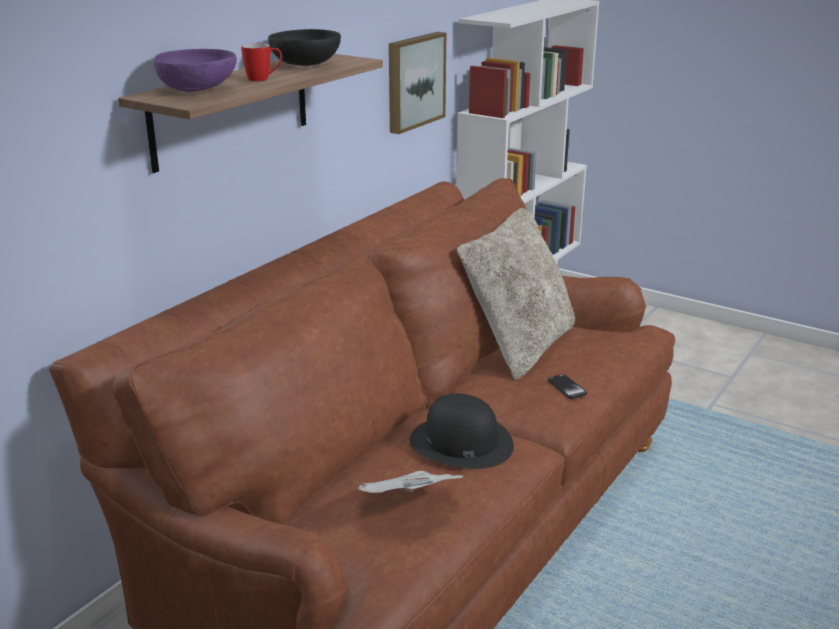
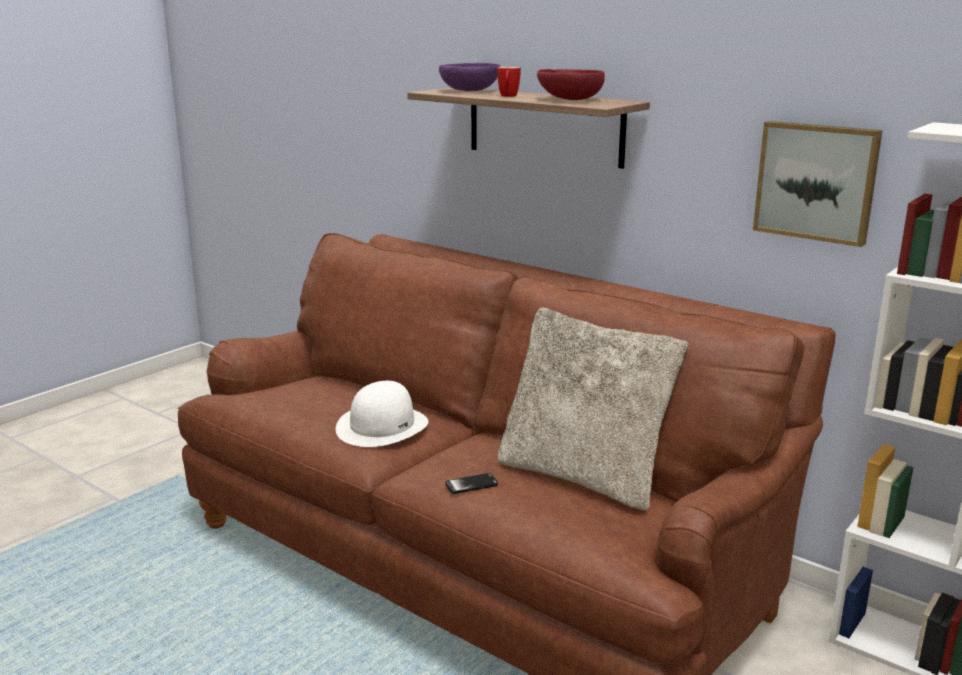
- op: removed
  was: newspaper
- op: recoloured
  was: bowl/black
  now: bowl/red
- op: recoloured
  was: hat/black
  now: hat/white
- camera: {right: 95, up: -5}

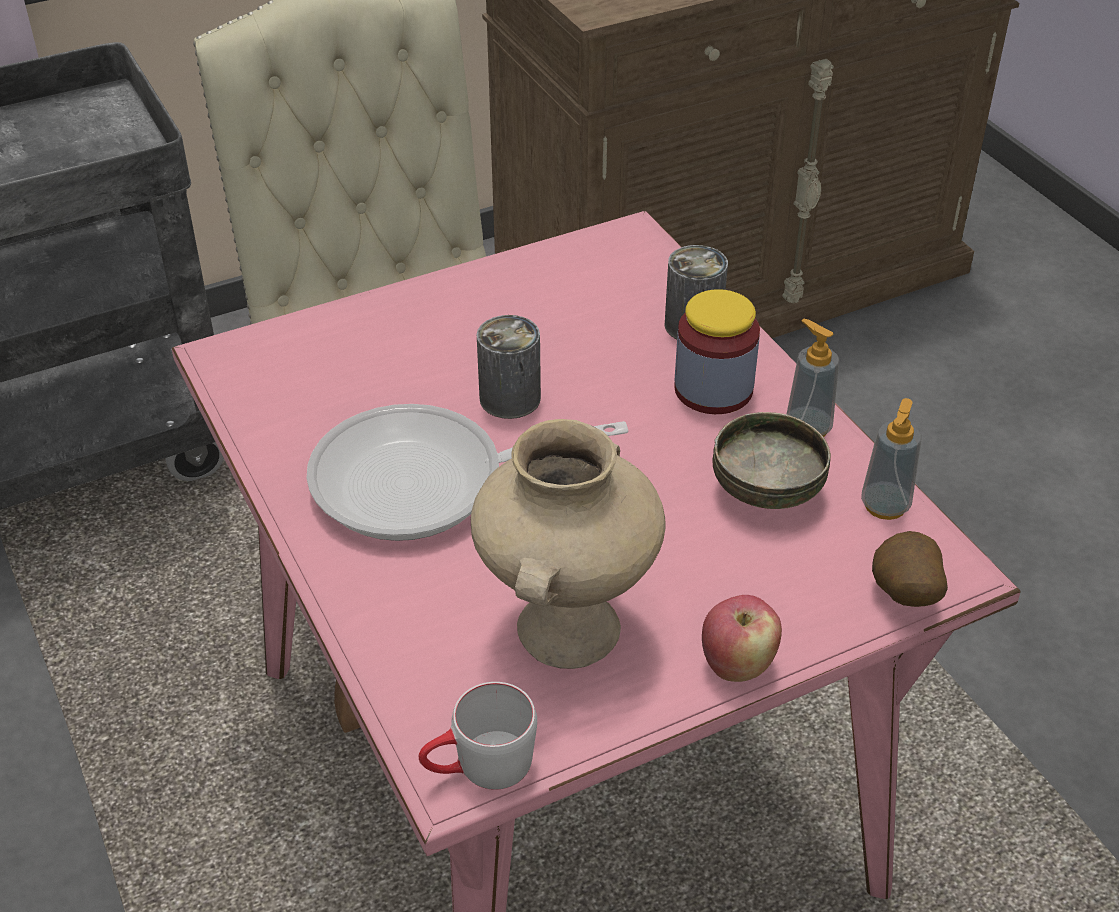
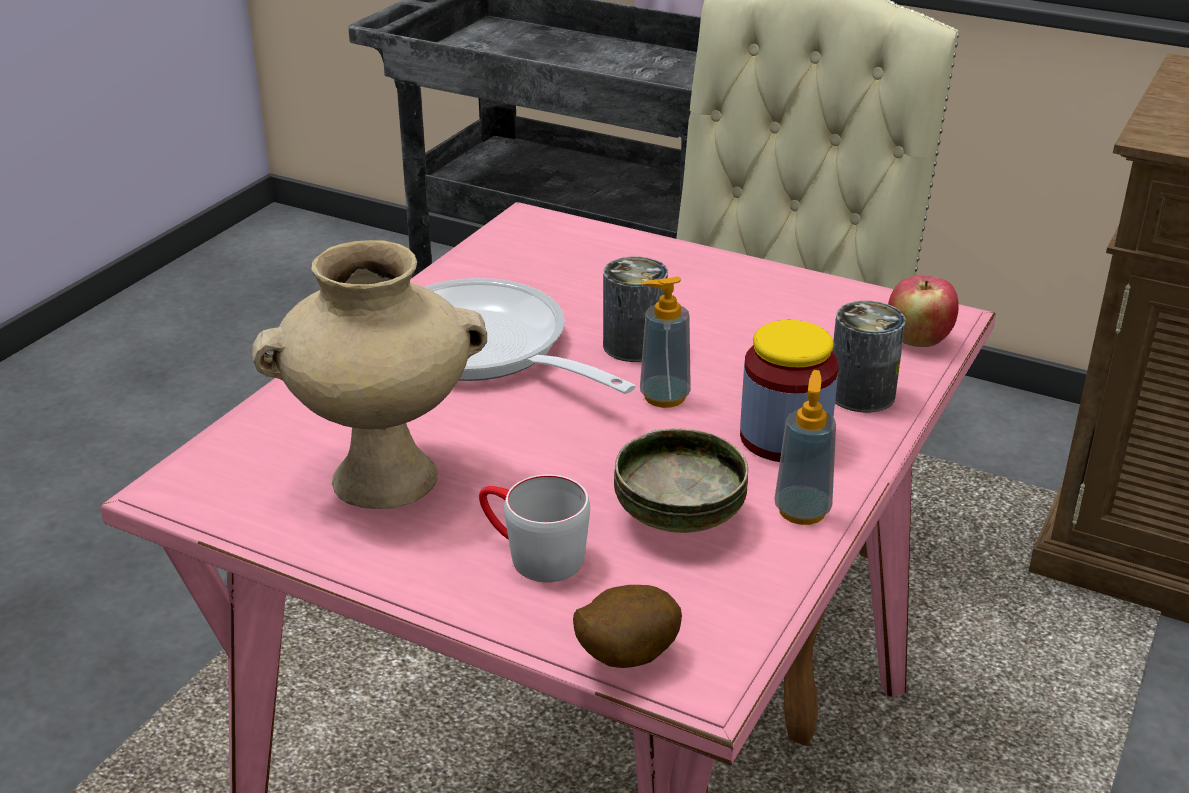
- op: moved
  was: mug/grey
- op: moved
  was: apple
- op: moved
  was: soap dispenser (2nd from left in the first image)
  now: soap dispenser (1st from left)
- camera: {right: 55, up: -10}

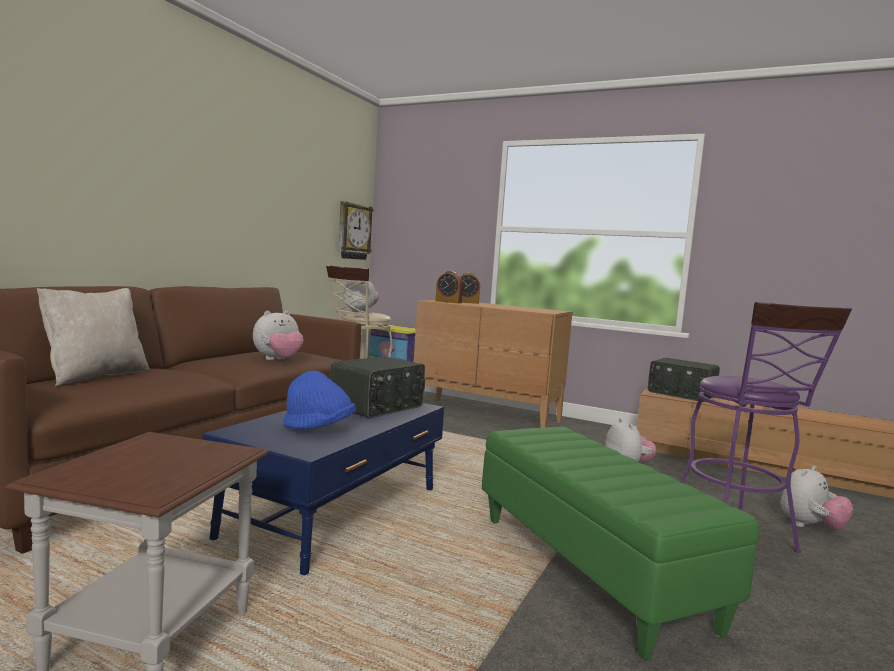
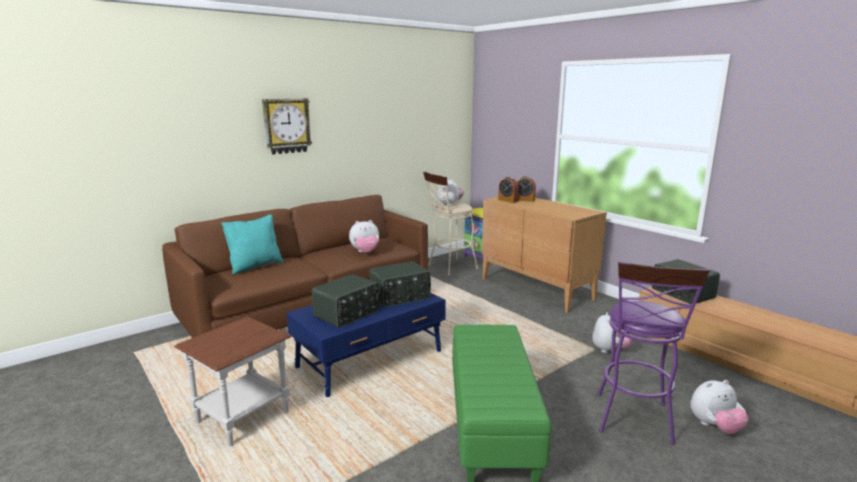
- op: moved
  was: wall clock
- op: replaced
  was: hat/blue
  now: radio (1st from left)
- op: recoloured
  was: pillow/beige
  now: pillow/turquoise
- camera: {right: 25, up: 10}

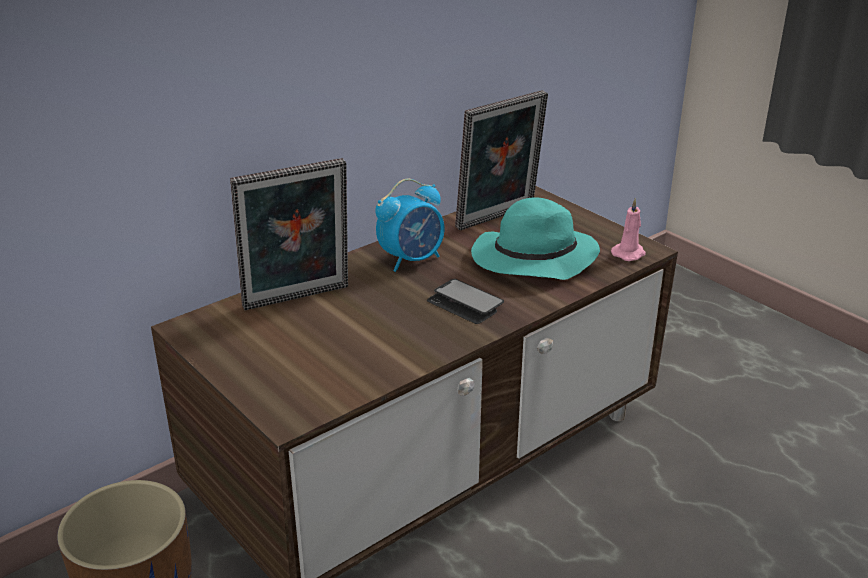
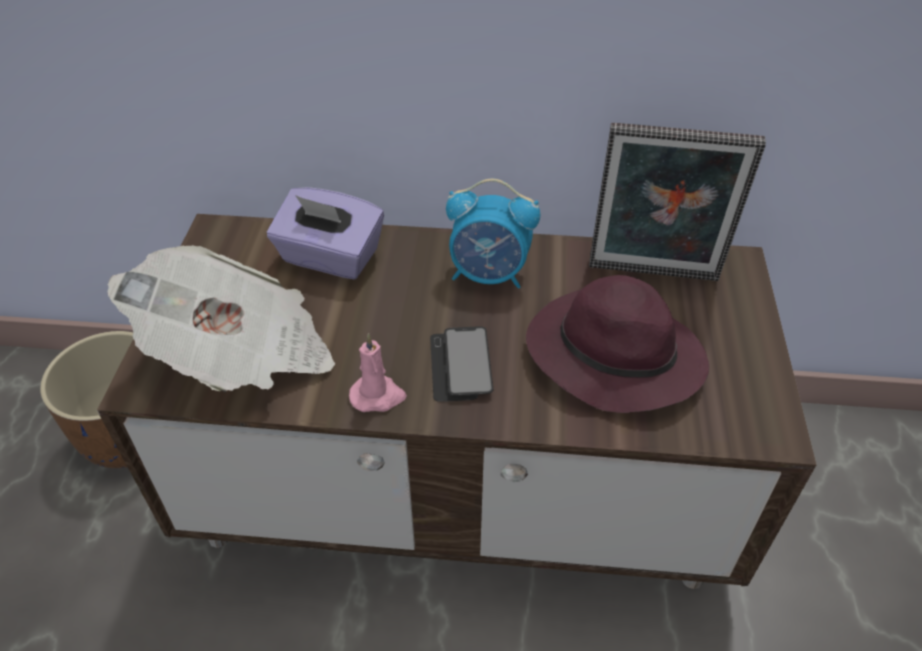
- op: added
  now: newspaper
- op: moved
  was: candle/pink
- op: replaced
  was: picture frame (1st from left)
  now: tissue box/purple
- op: recoloured
  was: hat/turquoise
  now: hat/purple
- camera: {right: 45, up: 15}

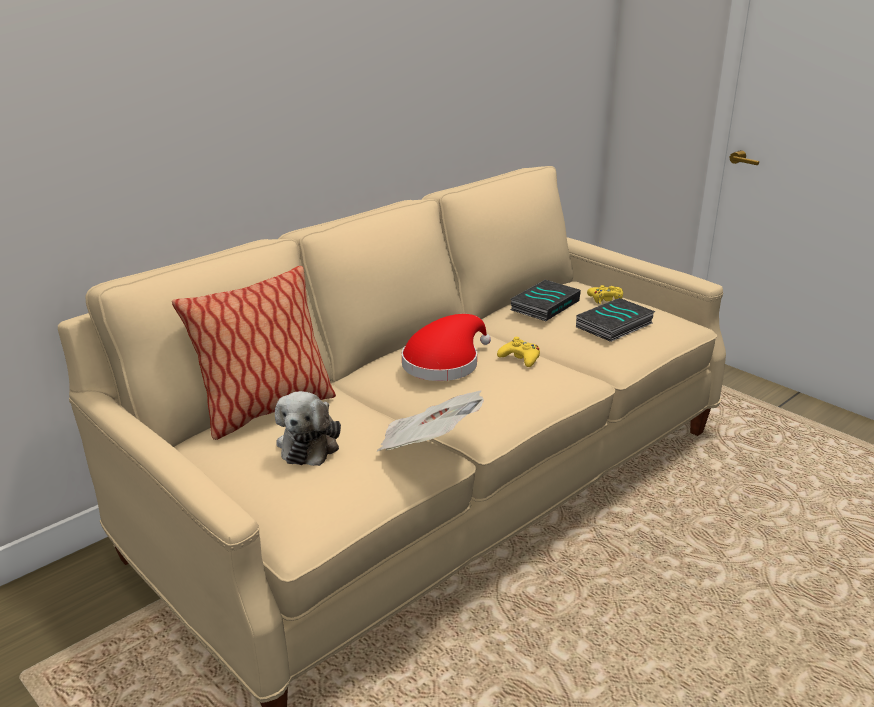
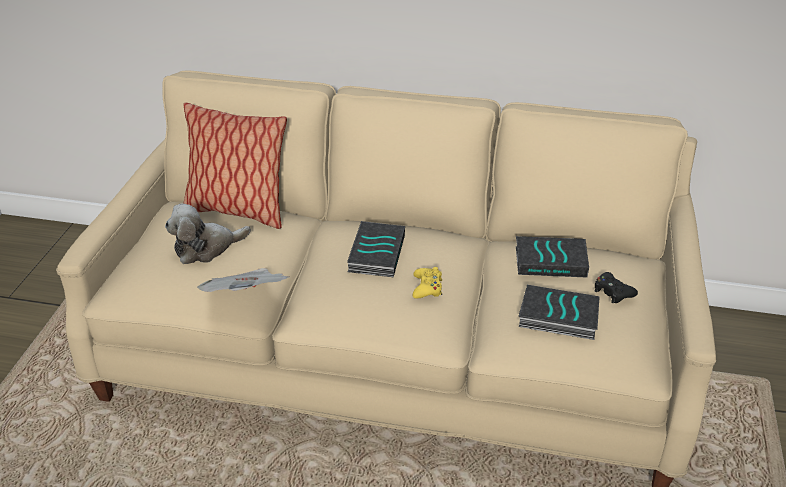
- op: replaced
  was: hat/red
  now: book (1st from left)
- op: recoloured
  was: game controller/yellow (2nd from left)
  now: game controller/black
- camera: {right: 55, up: 10}

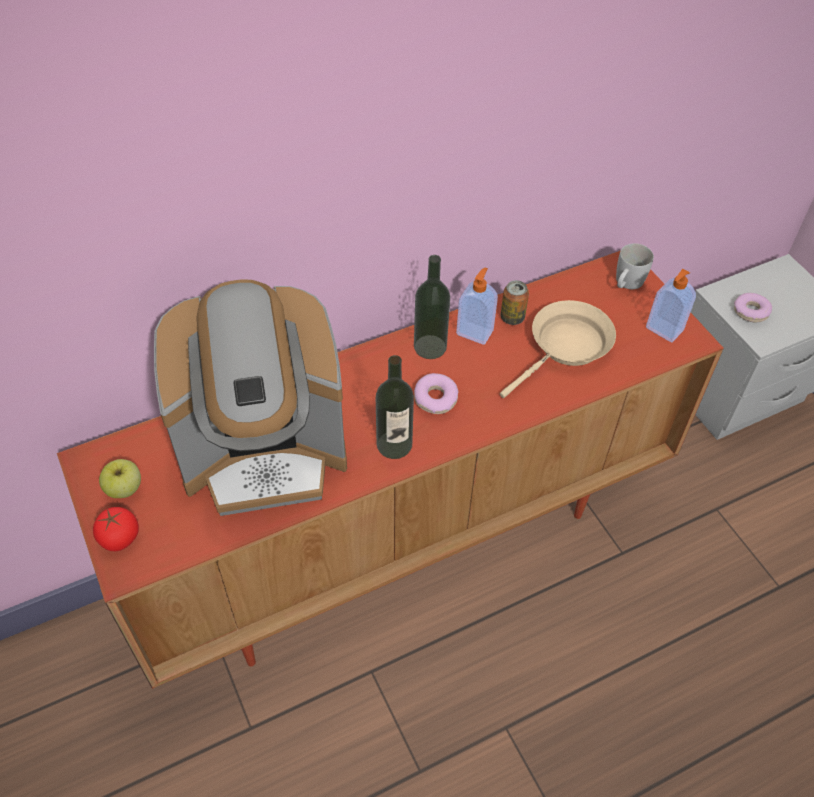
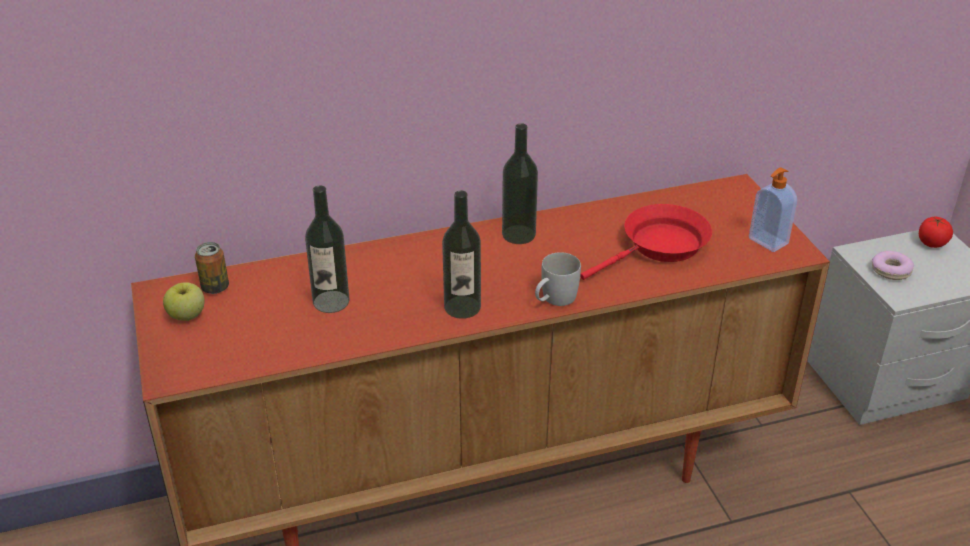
- op: removed
  was: donut (1st from left)
- op: removed
  was: soap dispenser (1st from left)
- op: moved
  was: tomato
- op: moved
  was: can
- op: moved
  was: mug/white
- op: replaced
  was: coffee machine
  now: bottle (1st from left)
- op: recoloured
  was: frying pan/beige
  now: frying pan/red
- camera: {right: 10, up: -15}

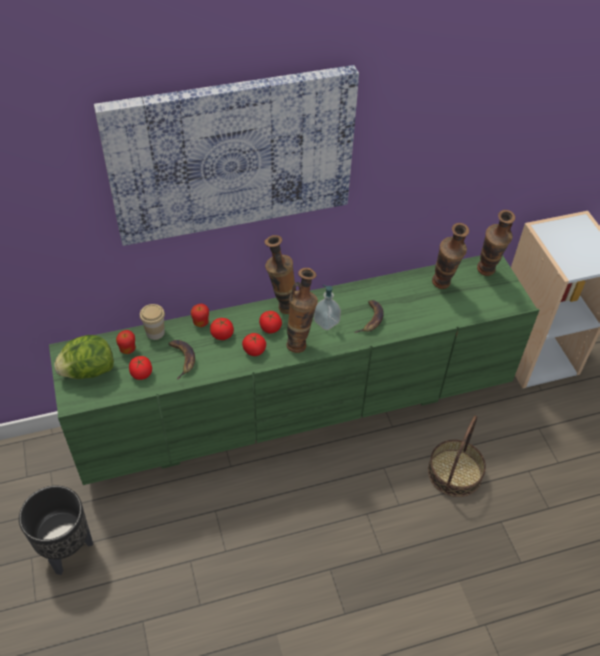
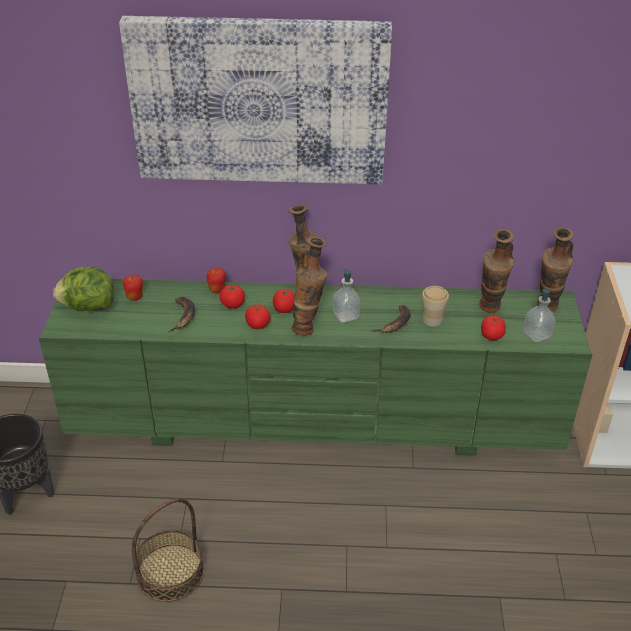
- op: added
  now: soap dispenser (2nd from left)
- op: moved
  was: tomato (1st from left in the first image)
  now: tomato (4th from left)
- op: moved
  was: cup
- op: moved
  was: basket
- camera: {right: 20, up: -10}

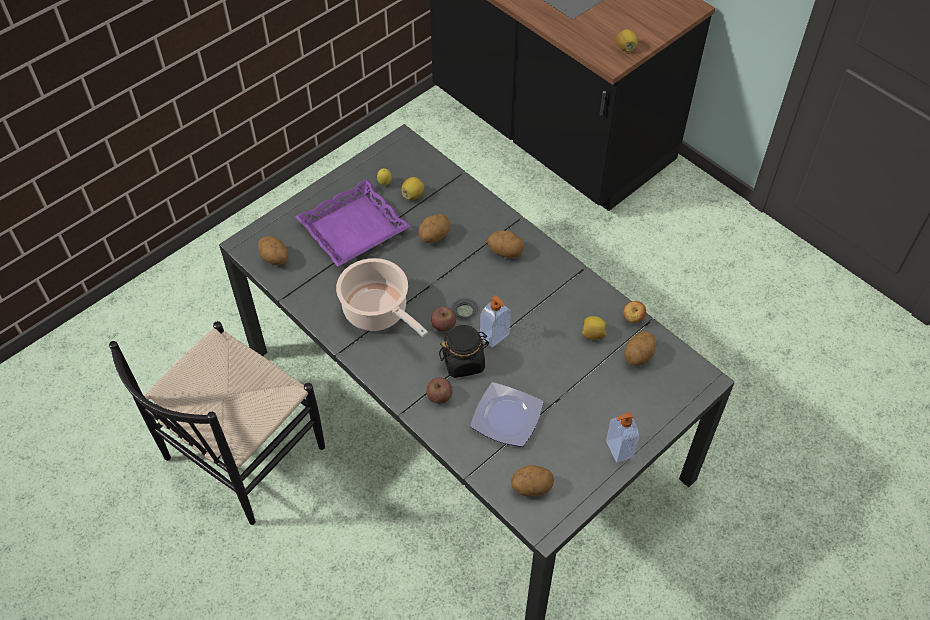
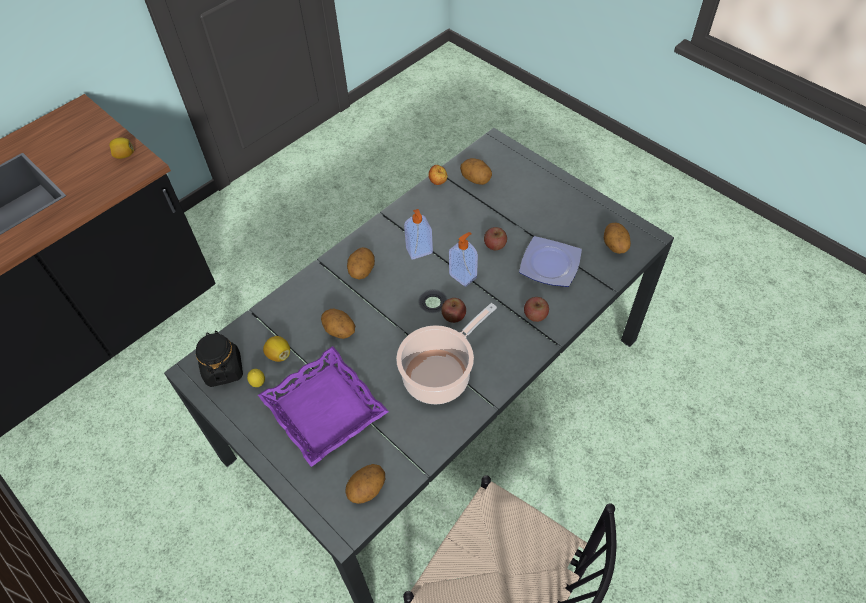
- op: removed
  was: lemon (3rd from left)
- op: added
  now: apple (3rd from left)
- op: moved
  was: jar/black
- op: moved
  was: soap dispenser (2nd from left in the first image)
  now: soap dispenser (1st from left)
- camera: {right: -90, up: 0}

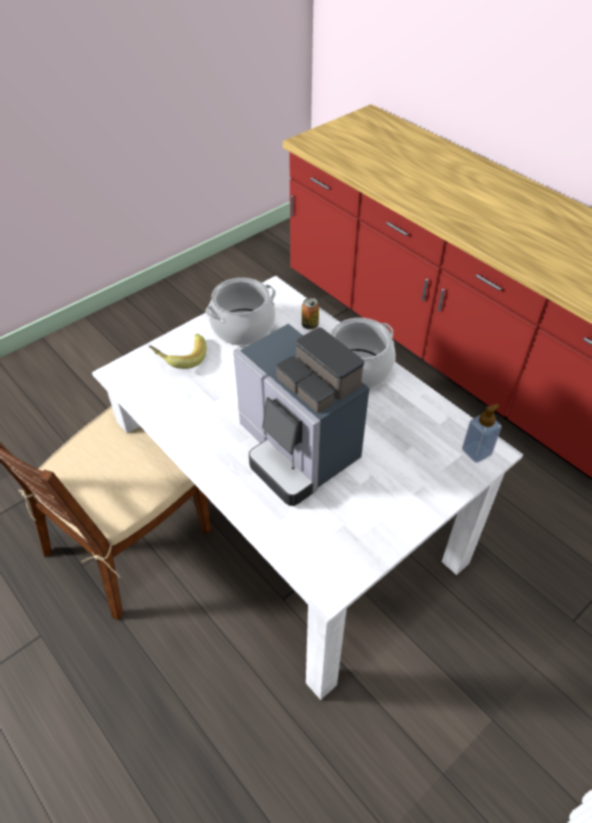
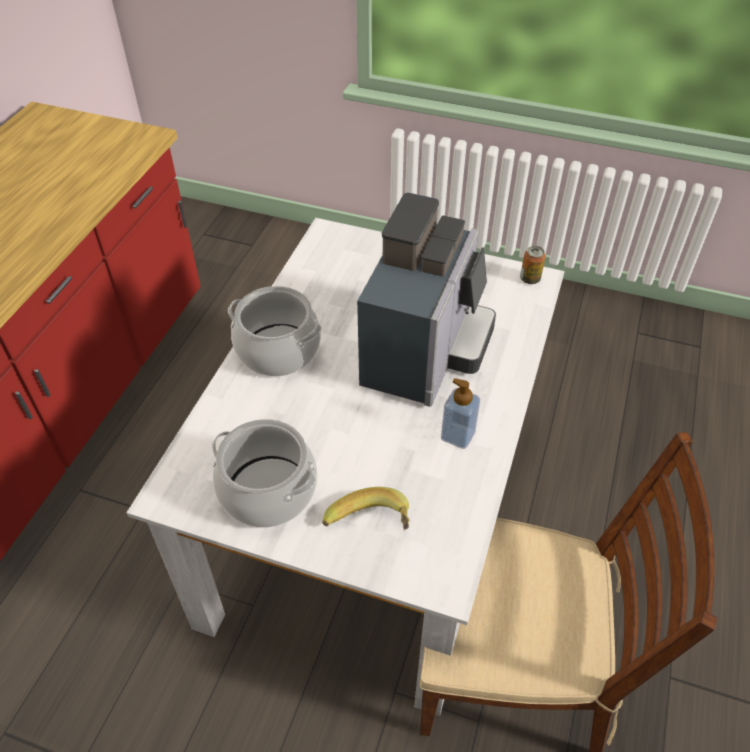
- op: moved
  was: can
- op: moved
  was: soap dispenser
- camera: {right: -120, up: 0}

